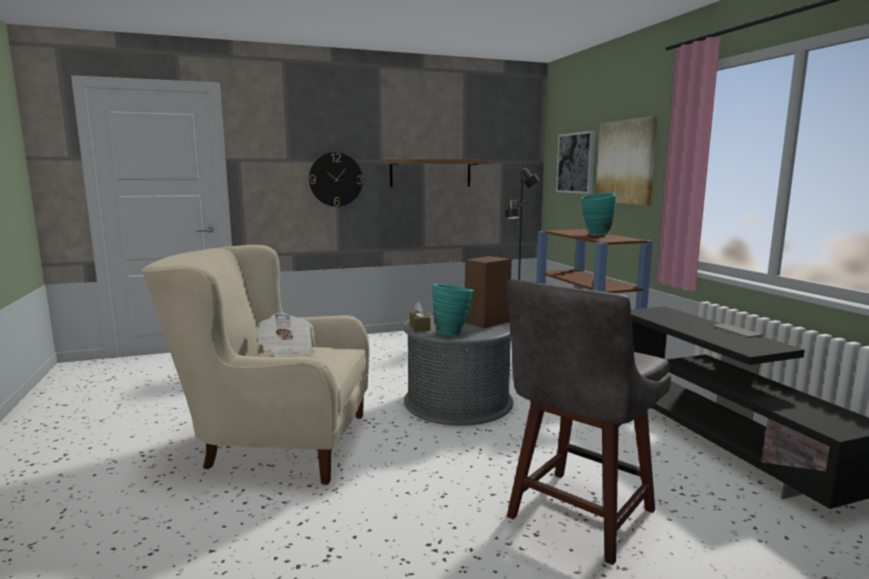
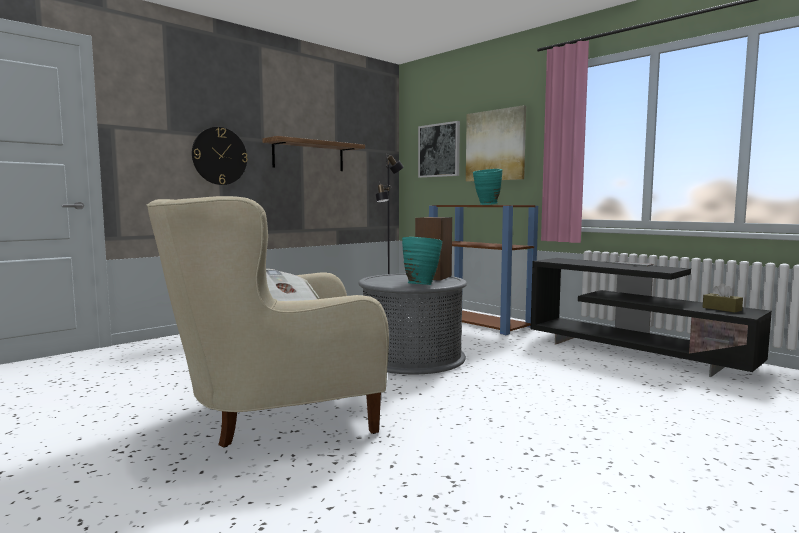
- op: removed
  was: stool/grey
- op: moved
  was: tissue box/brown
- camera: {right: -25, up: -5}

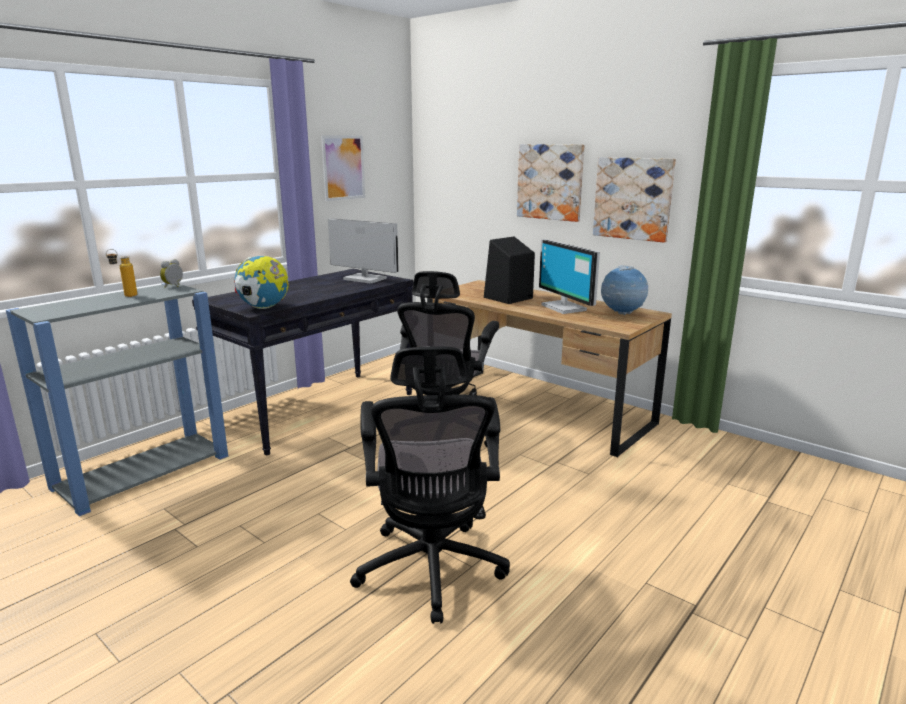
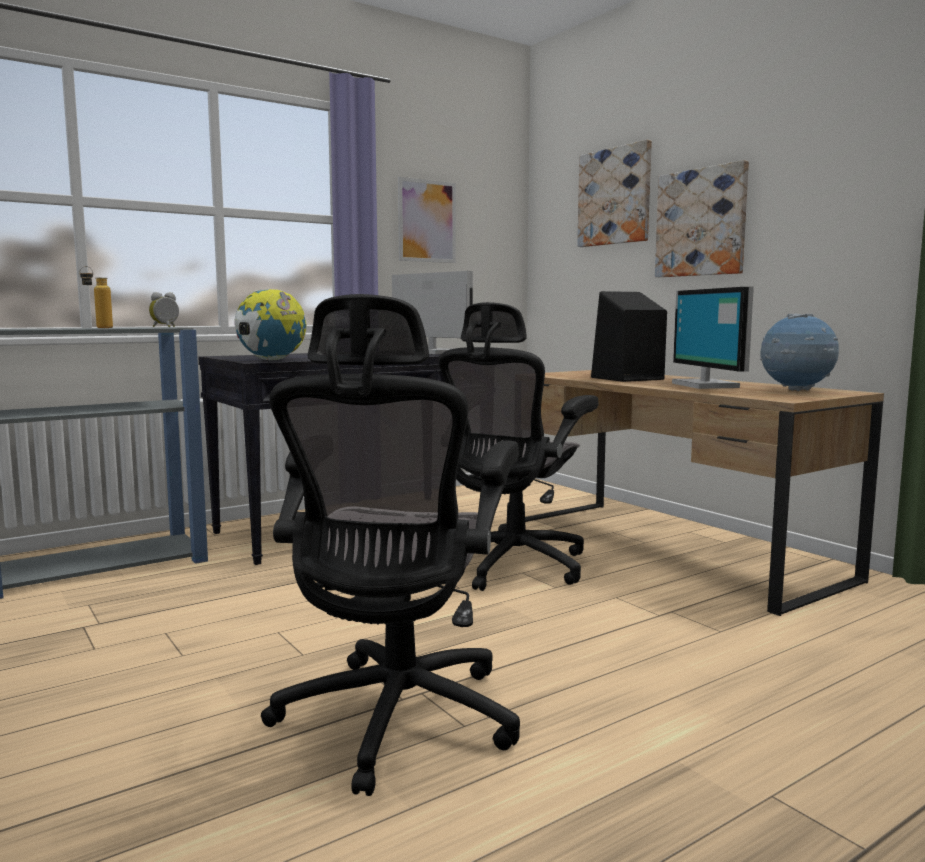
- op: moved
  was: picture (3rd from left in the first image)
  now: picture (2nd from left)
- camera: {right: 15, up: -10}

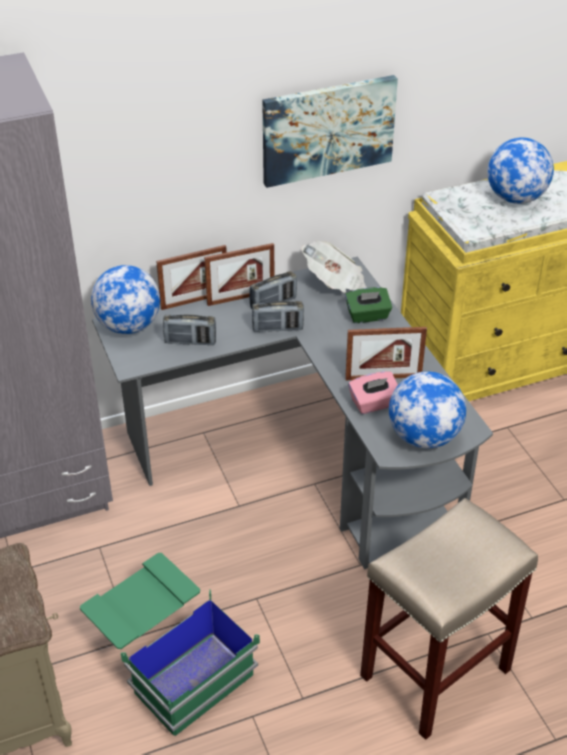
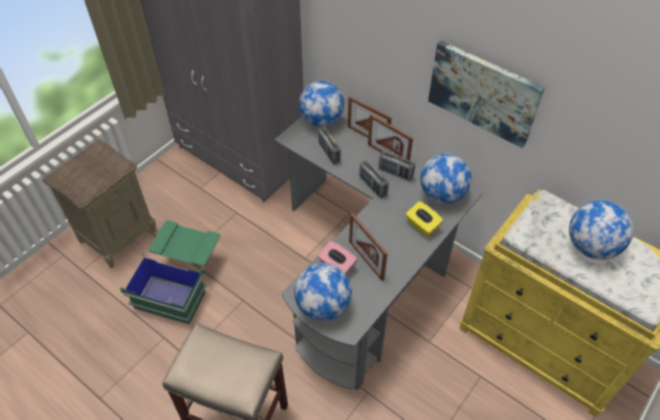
- op: replaced
  was: newspaper
  now: globe (3rd from left)
- op: recoloured
  was: tissue box/green
  now: tissue box/yellow
- camera: {right: 60, up: 10}

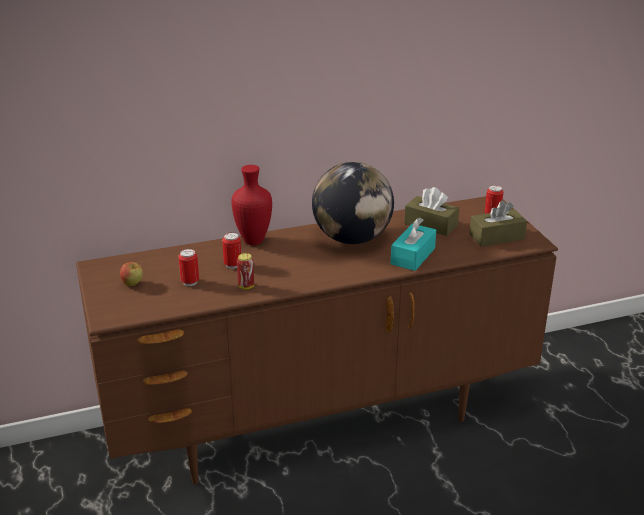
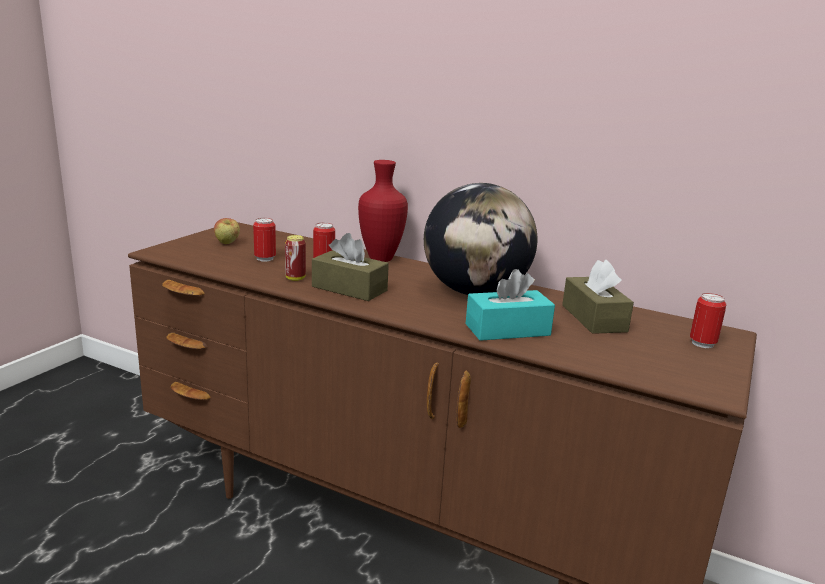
- op: moved
  was: tissue box/brown (2nd from left in the first image)
  now: tissue box/brown (1st from left)
- camera: {right: 45, up: -10}

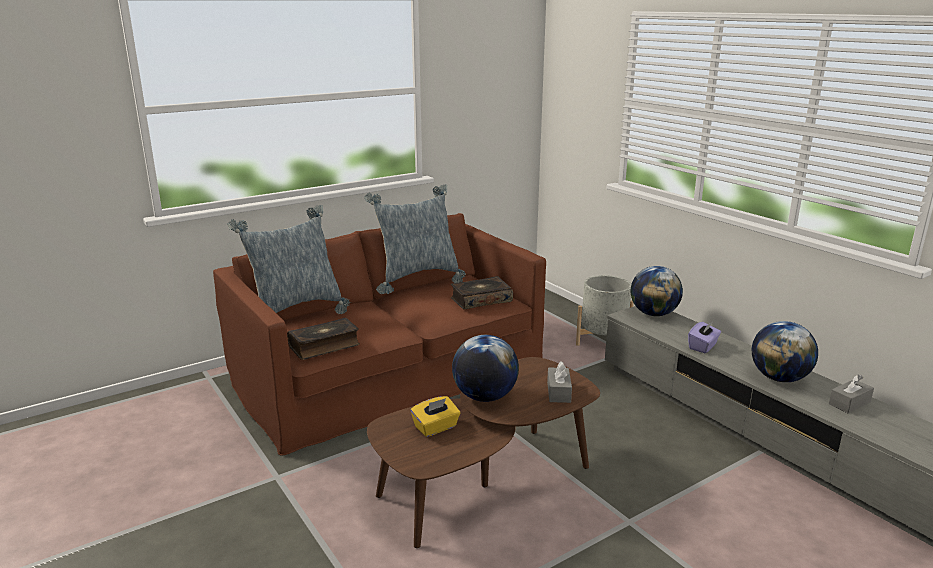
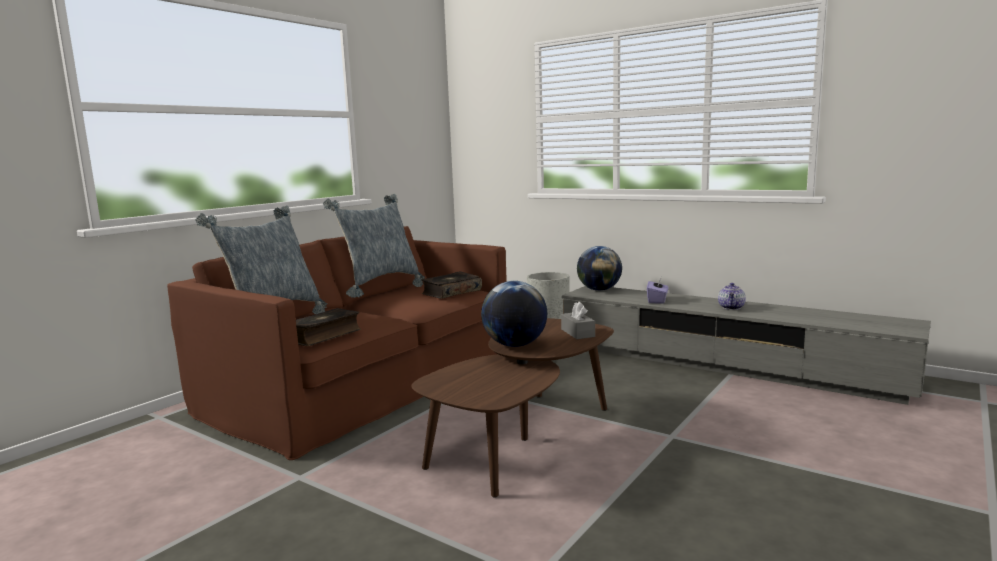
- op: removed
  was: tissue box/yellow
- op: removed
  was: tissue box/grey (2nd from left)
- op: replaced
  was: globe (3rd from left)
  now: teapot
- camera: {right: -20, up: -10}

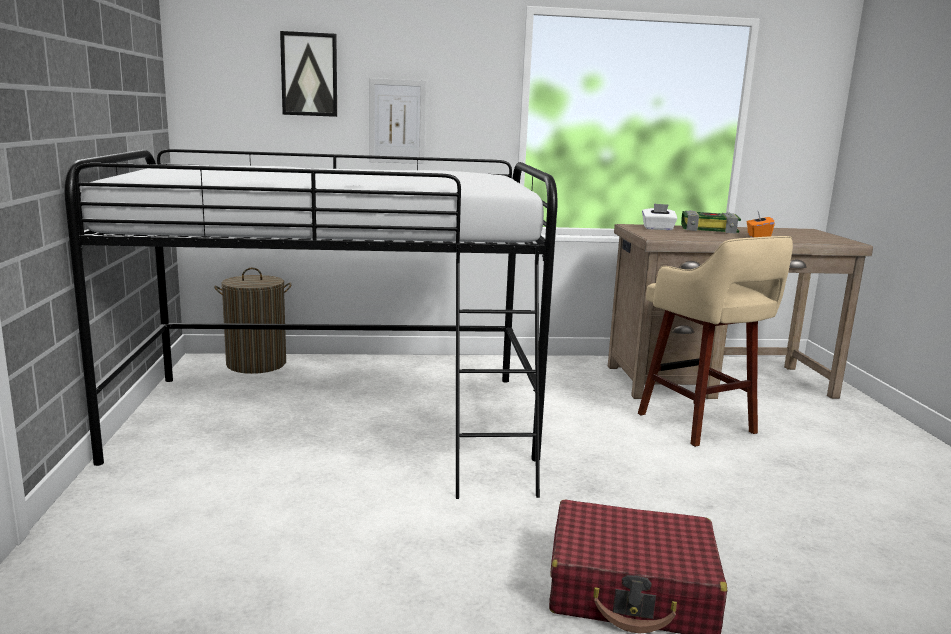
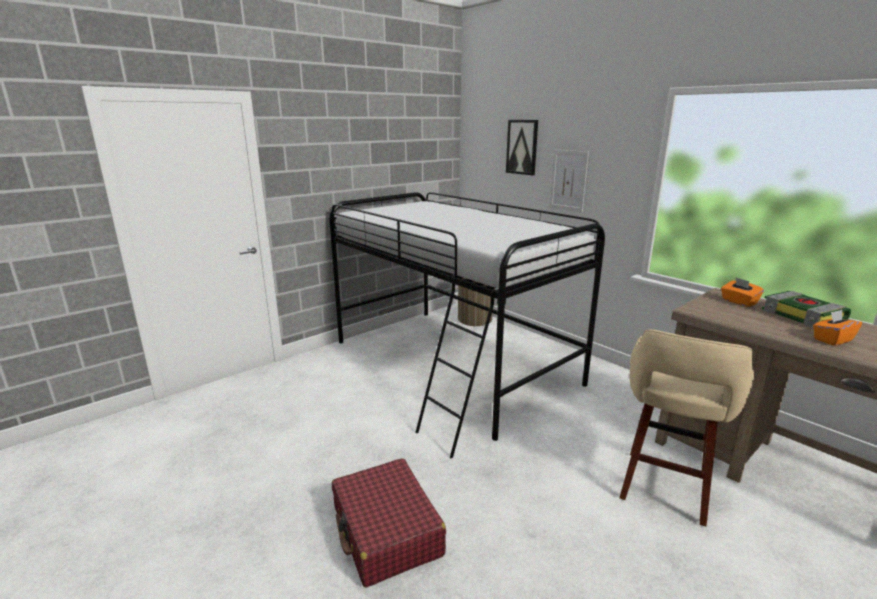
- op: recoloured
  was: tissue box/white
  now: tissue box/orange (1st from left)
- camera: {right: 55, up: 5}

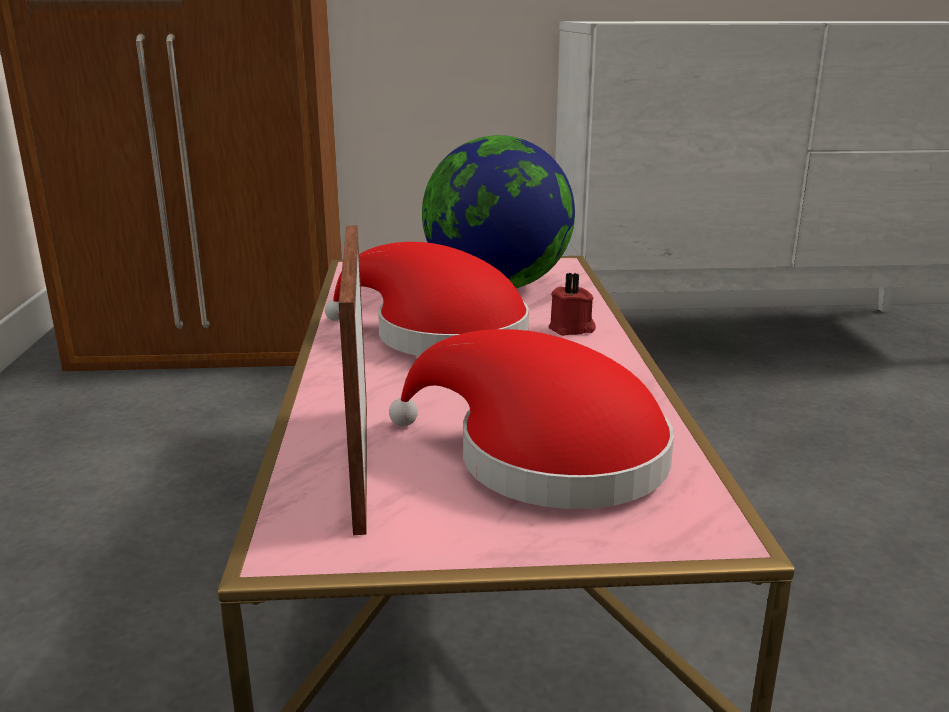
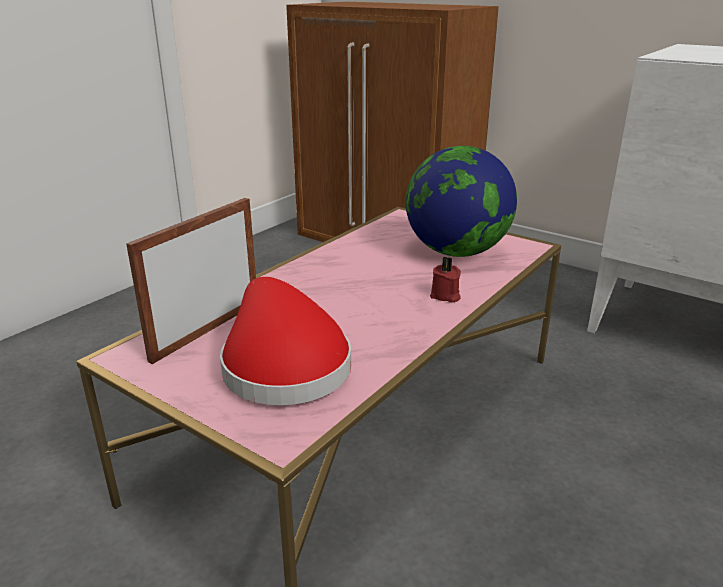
- op: removed
  was: hat/red (1st from left)
- camera: {right: 40, up: 5}

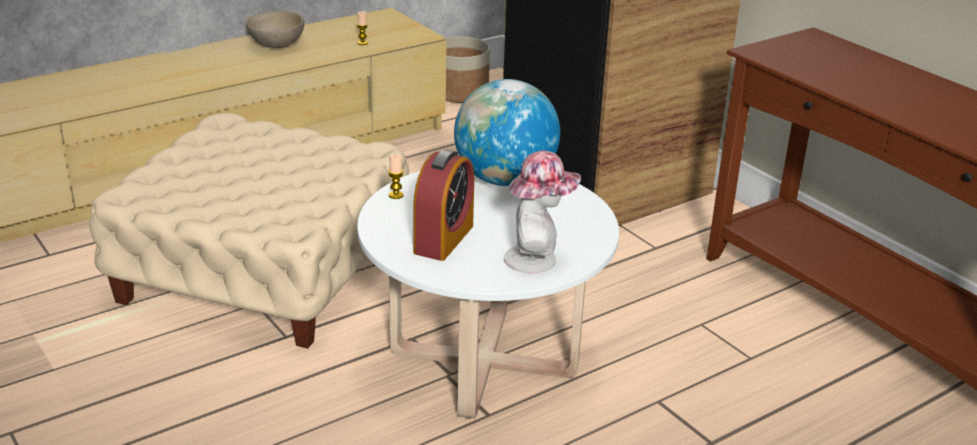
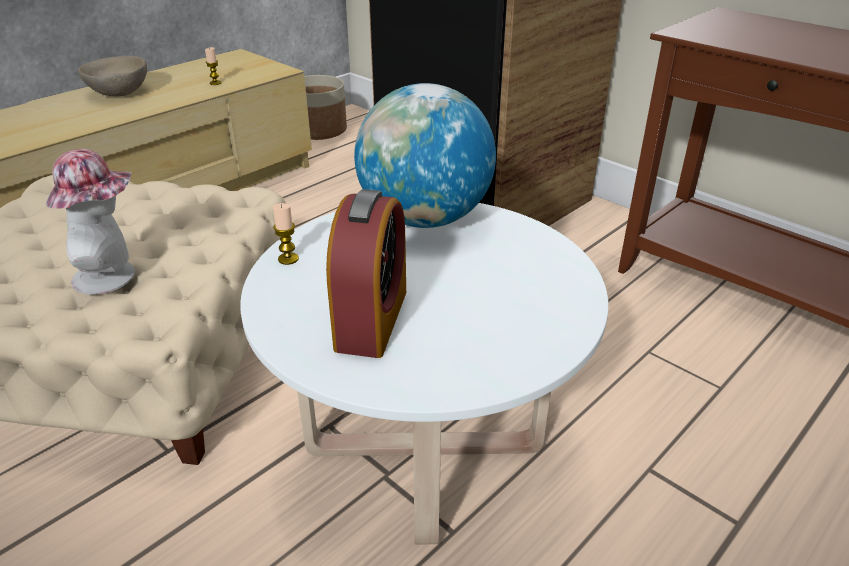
- op: moved
  was: hat
- camera: {right: -10, up: 5}

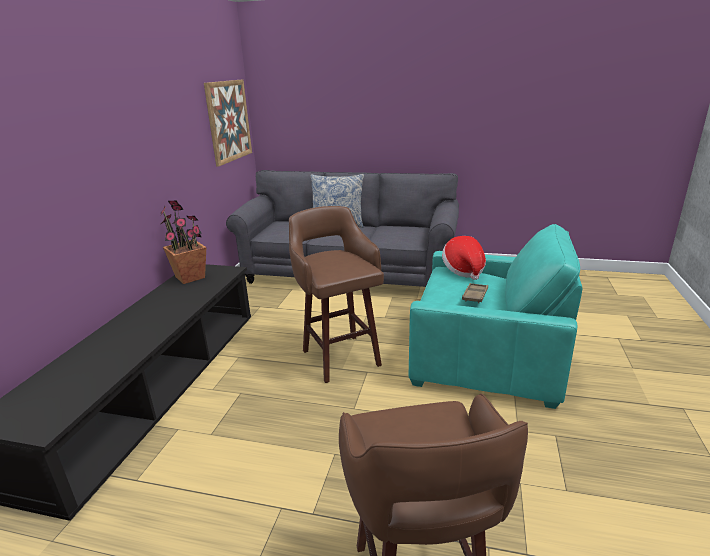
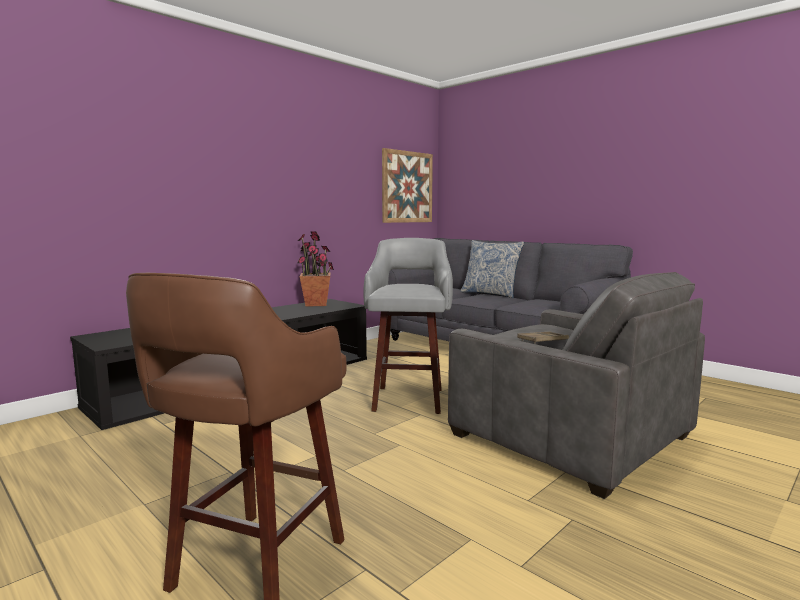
- op: removed
  was: hat
- op: recoloured
  was: stool/brown (1st from left)
  now: stool/grey
- op: recoloured
  was: armchair/turquoise
  now: armchair/grey
- camera: {right: 30, up: -15}

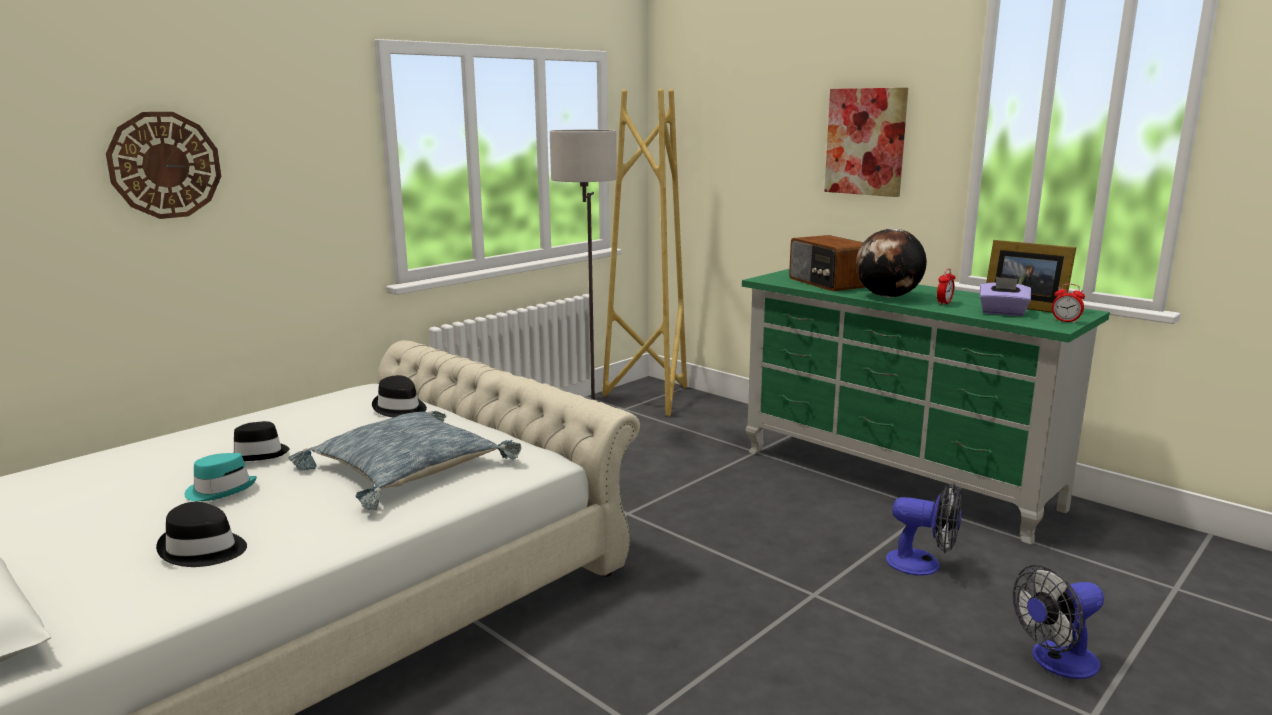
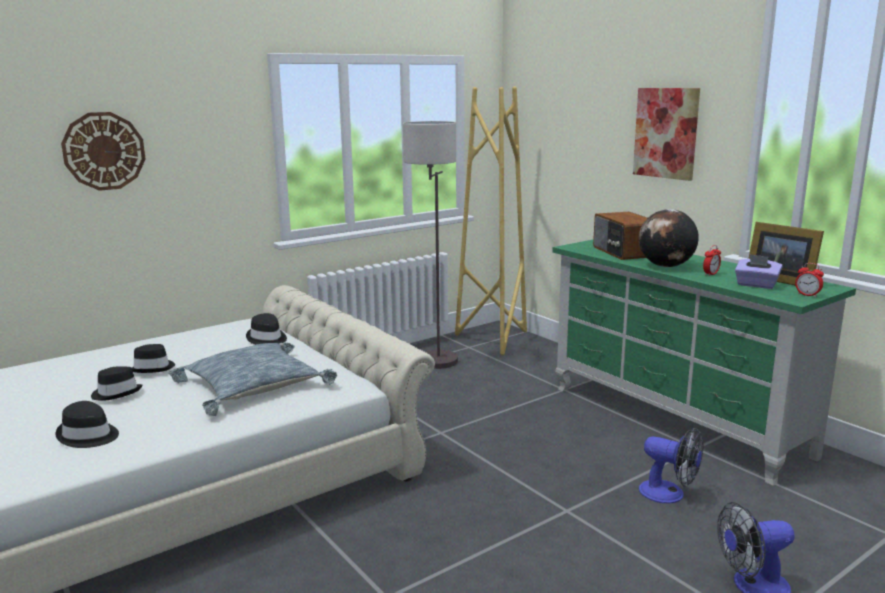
- op: recoloured
  was: hat/turquoise
  now: hat/black (2nd from left)
- camera: {right: 10, up: 0}

